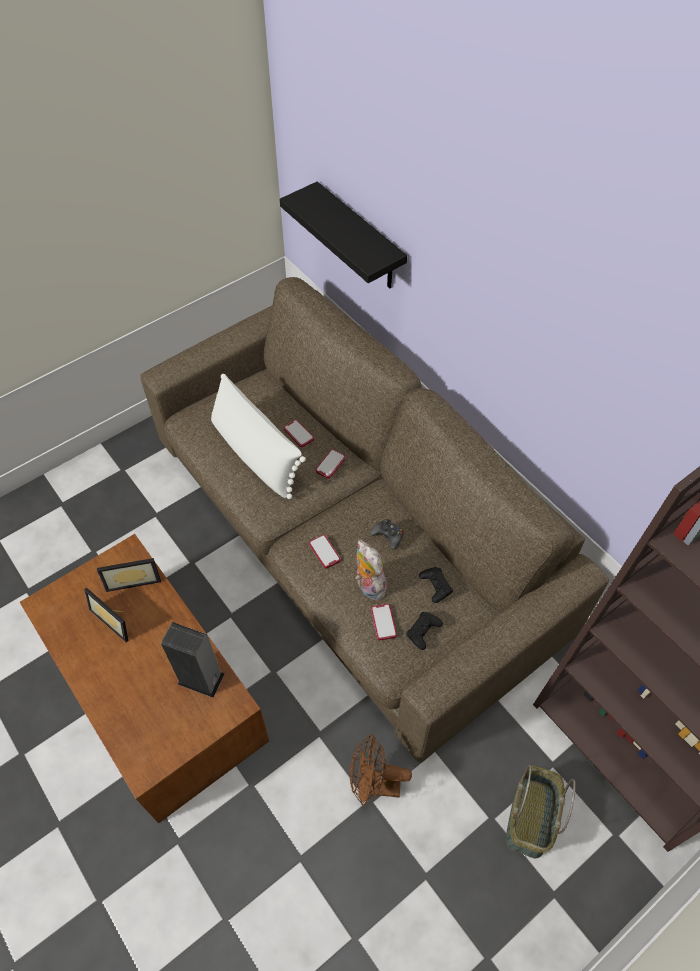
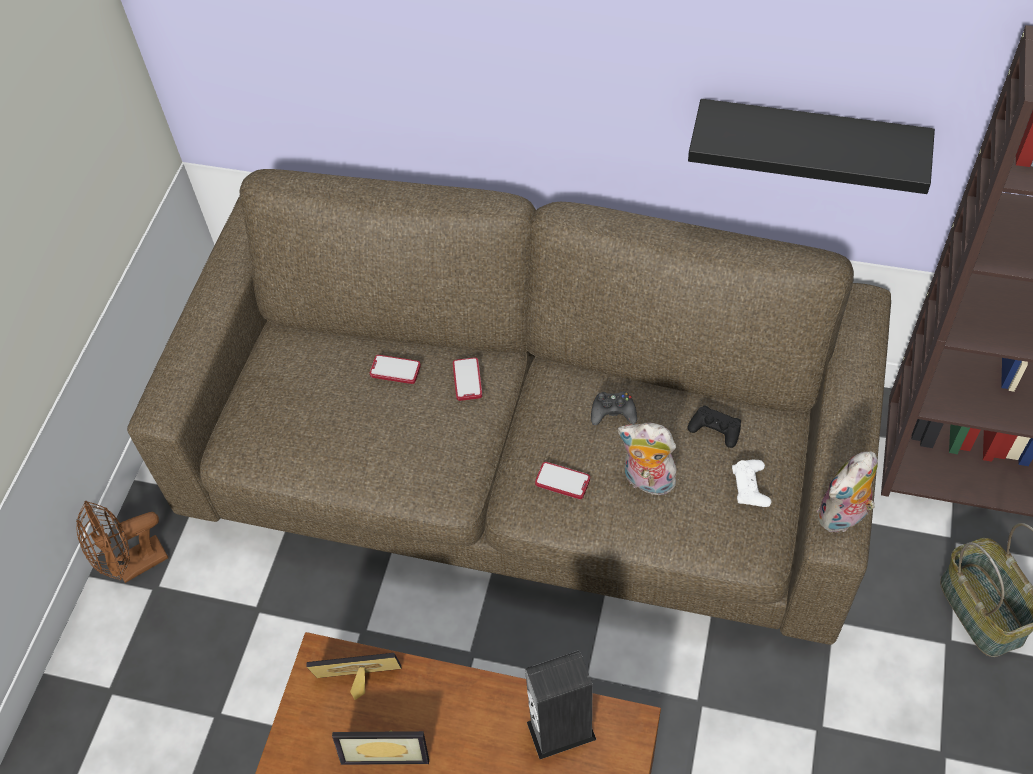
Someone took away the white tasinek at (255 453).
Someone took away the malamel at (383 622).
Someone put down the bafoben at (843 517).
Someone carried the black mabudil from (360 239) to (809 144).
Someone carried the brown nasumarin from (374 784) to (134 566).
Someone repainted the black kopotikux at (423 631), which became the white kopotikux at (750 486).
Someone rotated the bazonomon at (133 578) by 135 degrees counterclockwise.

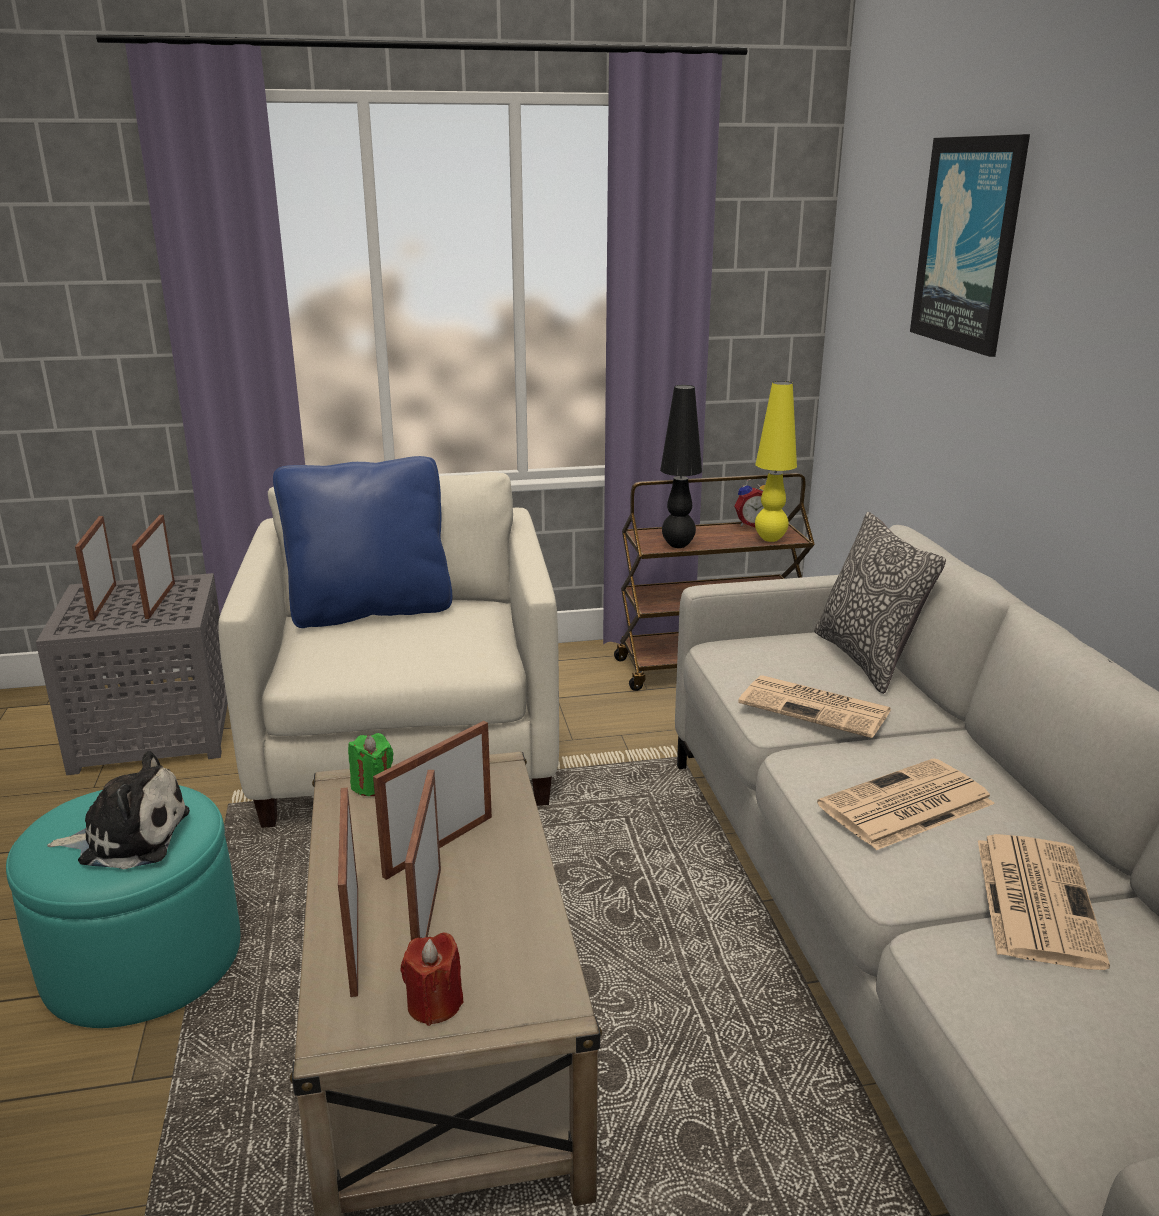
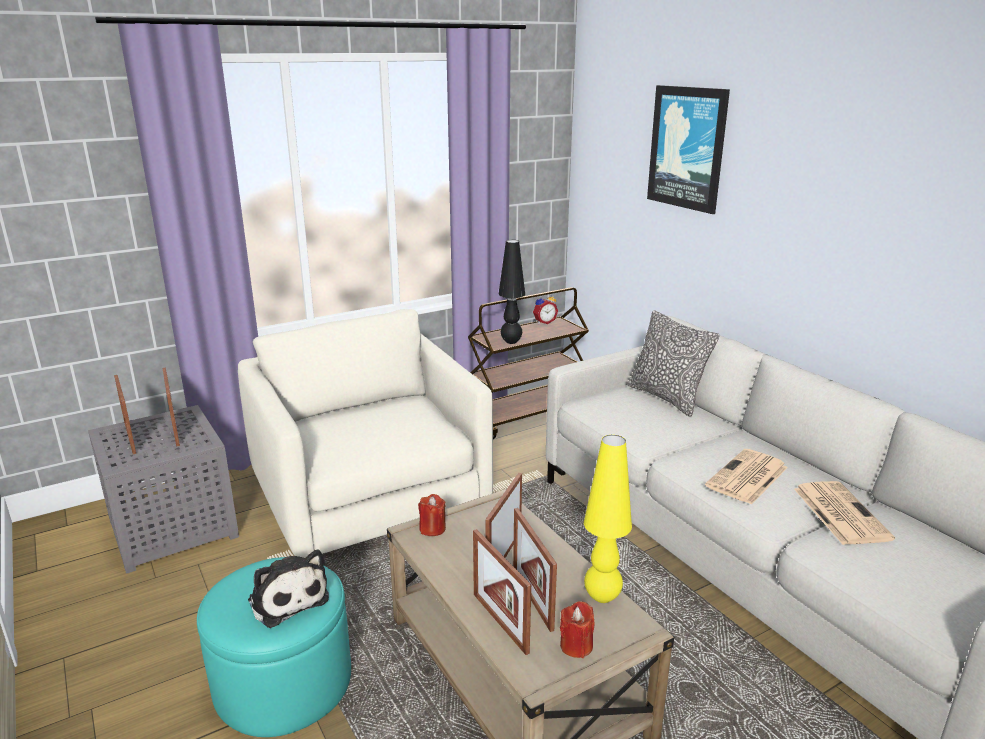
Someone took away the blue tasinek at (371 610).
Someone took away the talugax at (817 707).
Someone carried the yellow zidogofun from (770 539) to (602 597).
Someone repainted the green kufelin at (372 785), which became the red kufelin at (432 529).
Someone rotated the bafoben at (128 837) by 75 degrees clockwise.

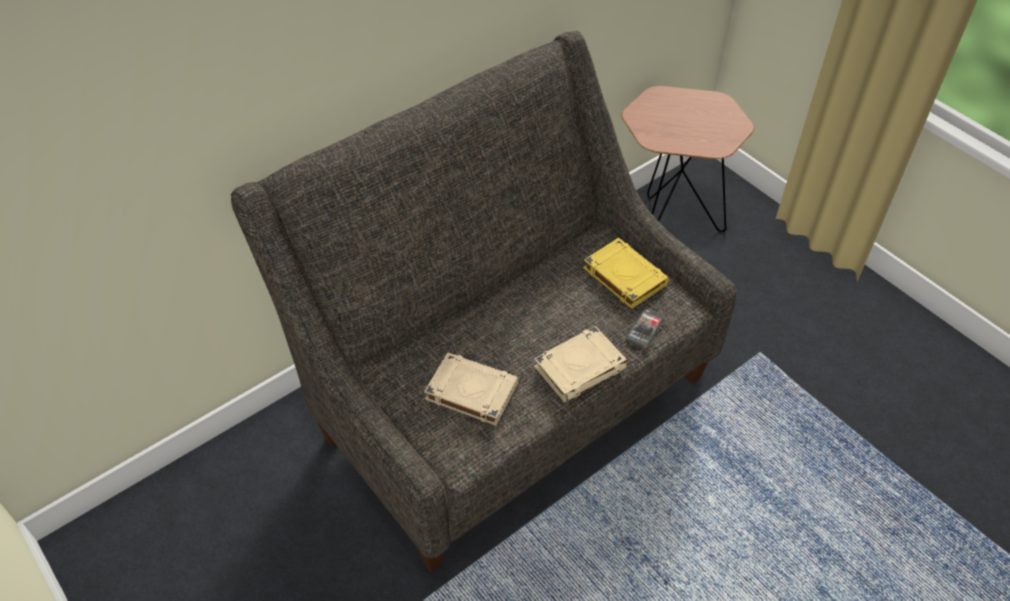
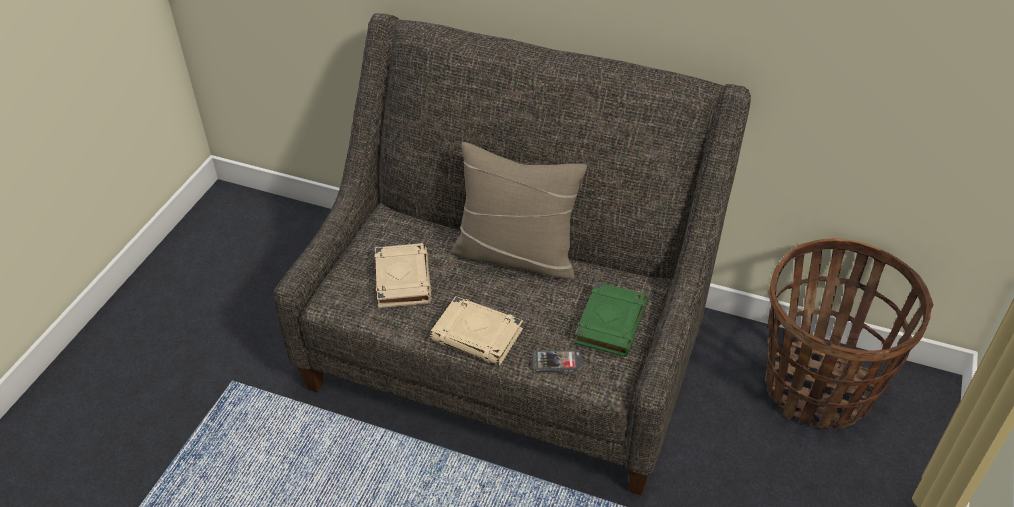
Someone put down the beige tasinek at (516 255).
Someone swapped the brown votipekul at (667 225) for the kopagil at (818 388).
Someone repainted the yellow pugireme at (624 276), which became the green pugireme at (610 322).

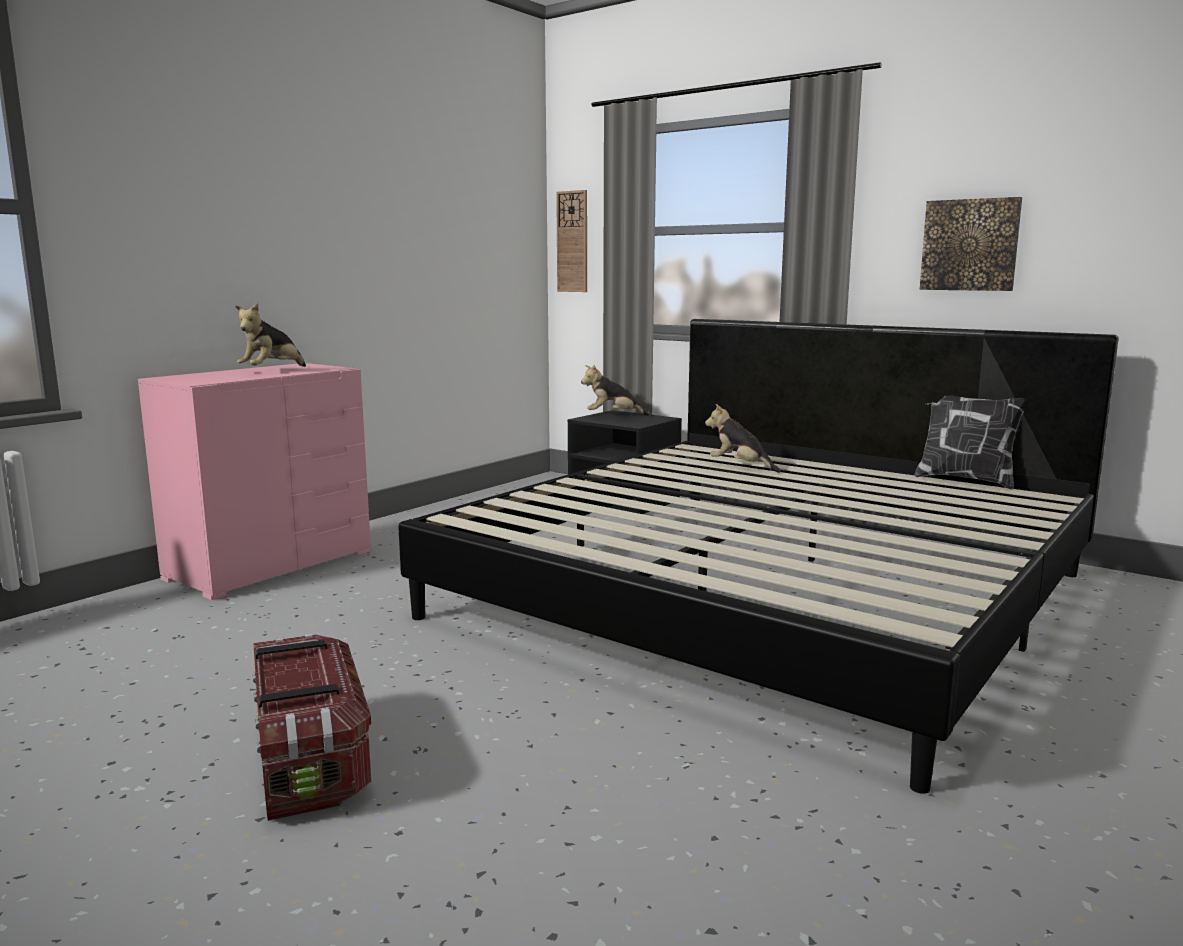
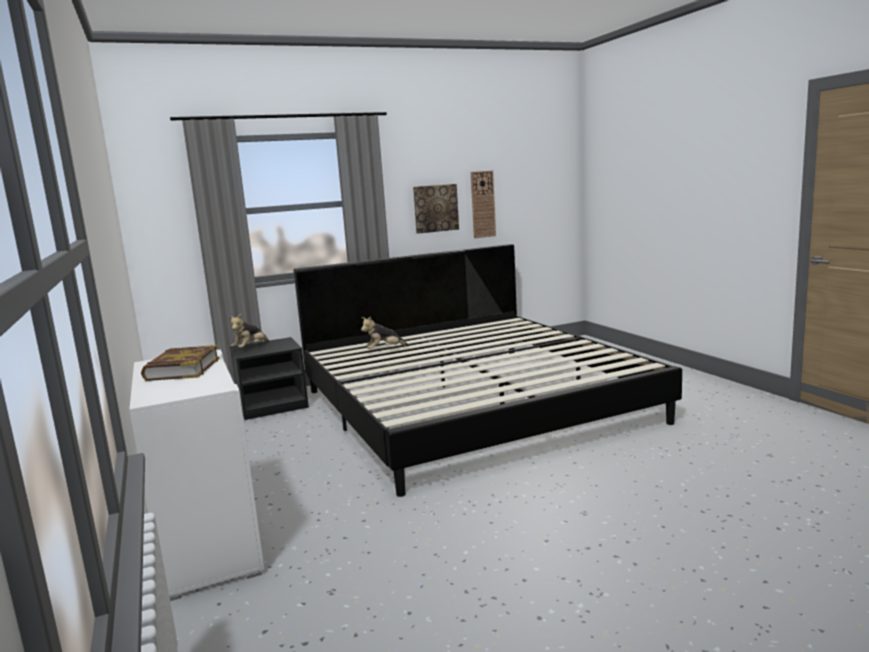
Someone took away the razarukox at (310 759).
Someone took away the tasinek at (964 480).
Someone carried the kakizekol from (572 242) to (483 204).
Someone swapped the bafoben at (272 371) for the pugireme at (182 369).
Someone repainted the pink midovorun at (269 564), which became the white midovorun at (206 543).

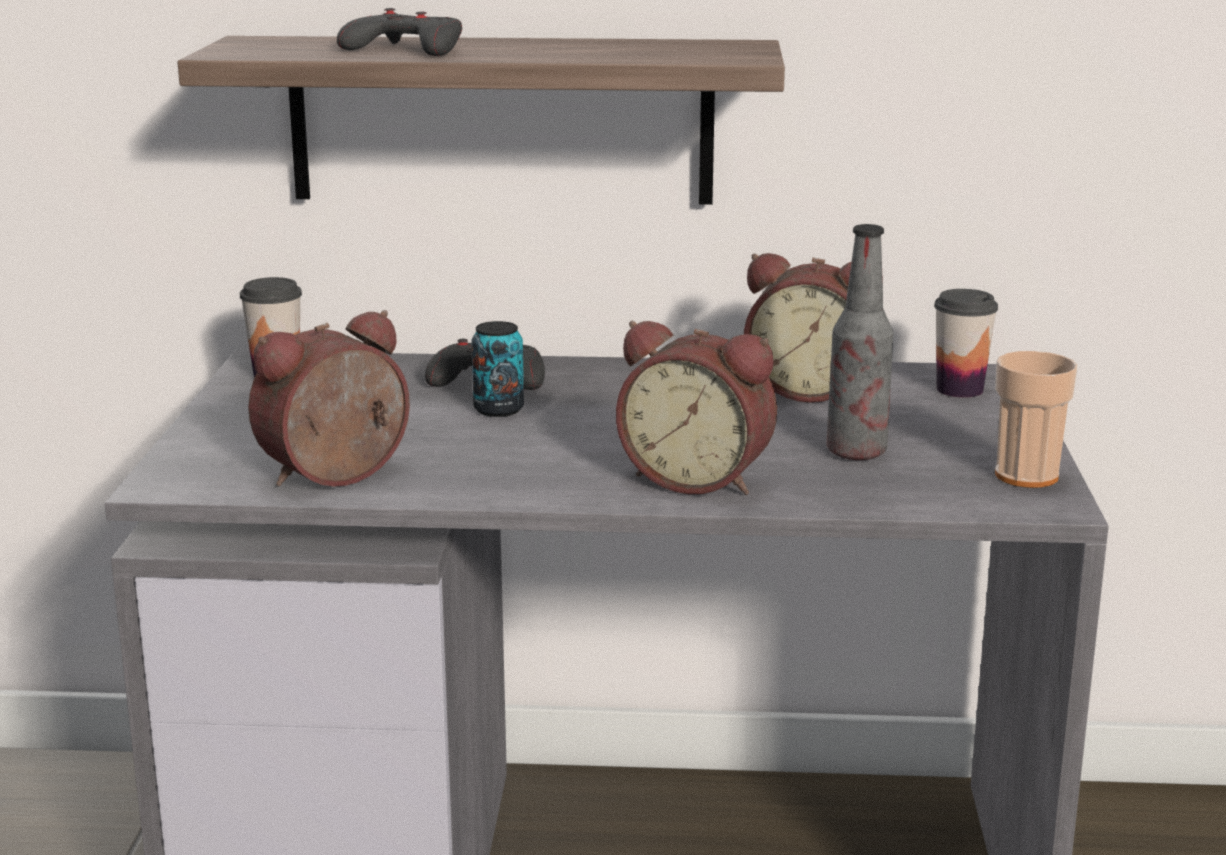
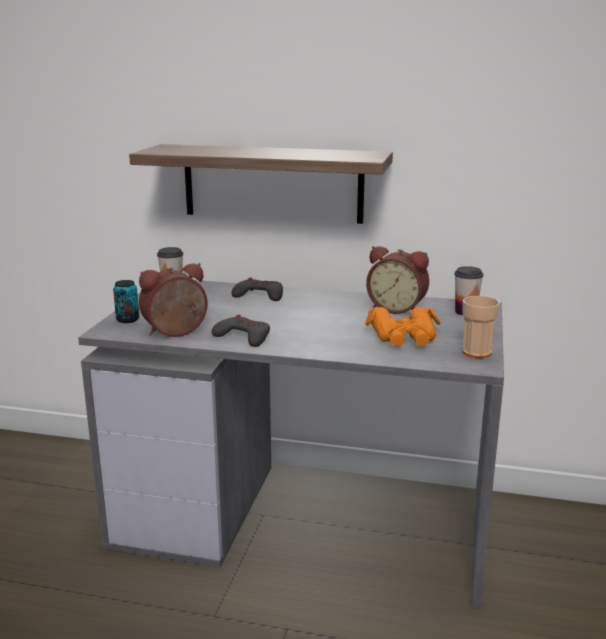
Someone took away the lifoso at (698 479).
Someone carried the grey kopotikux from (406 49) to (243 337).
Someone carried the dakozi from (498 409) to (127 319).
Someone swapped the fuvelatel at (856 452) for the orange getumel at (404 337).

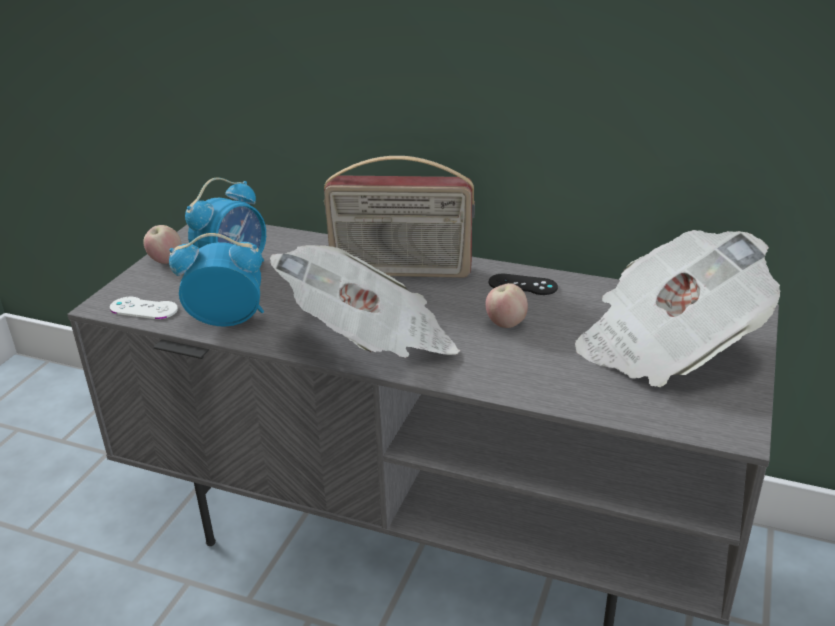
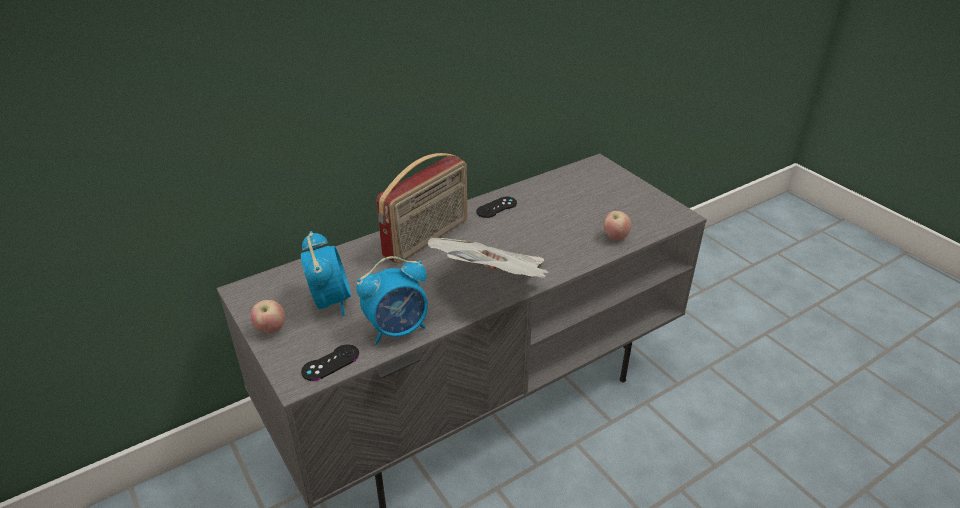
Someone took away the talugax at (666 346).
Someone carried the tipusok from (506 324) to (615 237).
Someone repainted the white kopotikux at (144 308), which became the black kopotikux at (330 363).
Someone rotated the lifoso at (227 320) by 150 degrees counterclockwise.

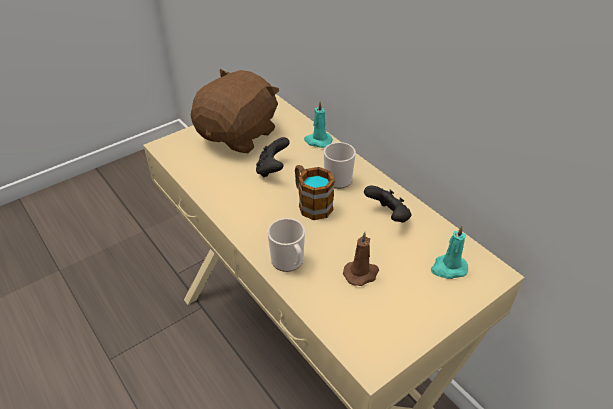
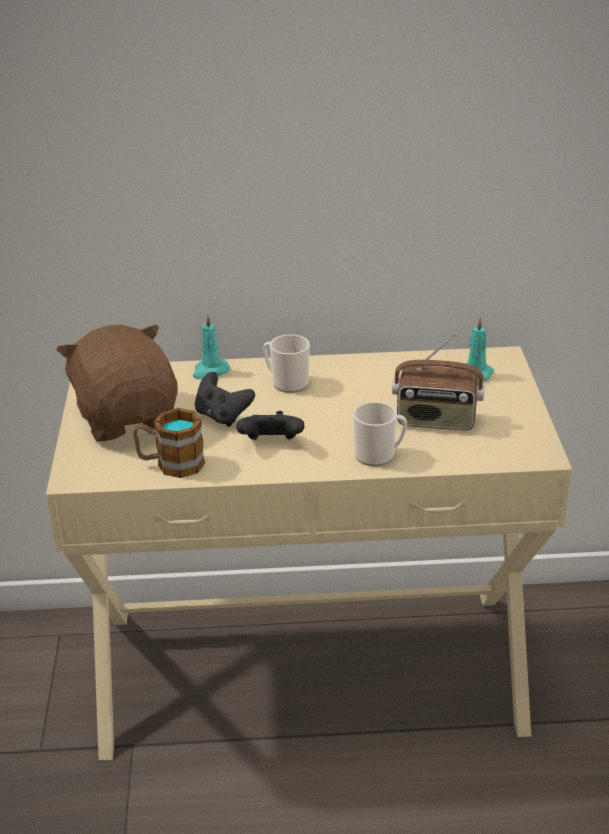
Someone carried the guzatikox from (311 203) to (171 464).
Someone carried the black kopotikux from (388 216) to (271 444).
Someone swapped the brown kufelin at (361 273) for the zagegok at (436 421).

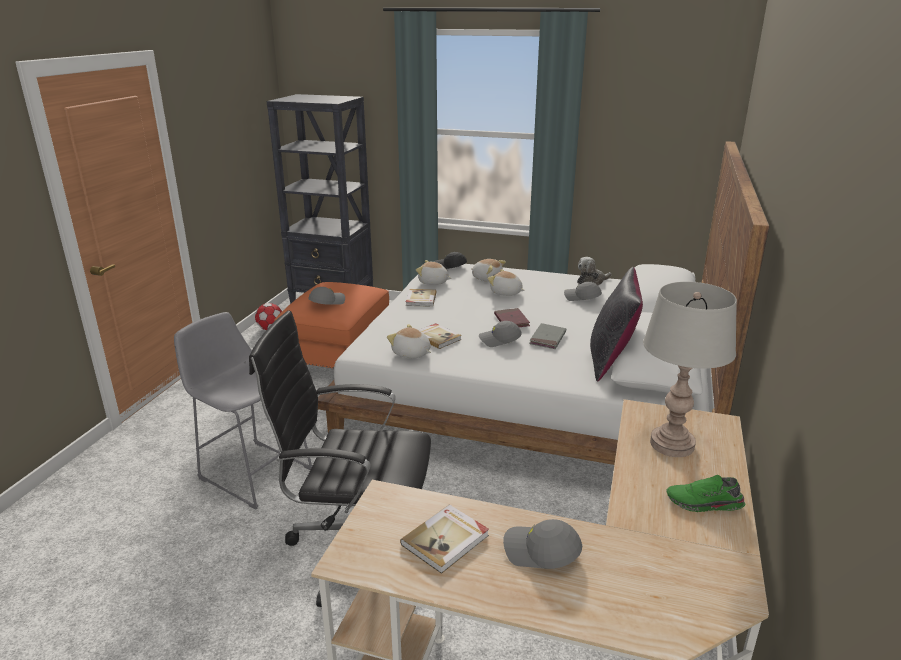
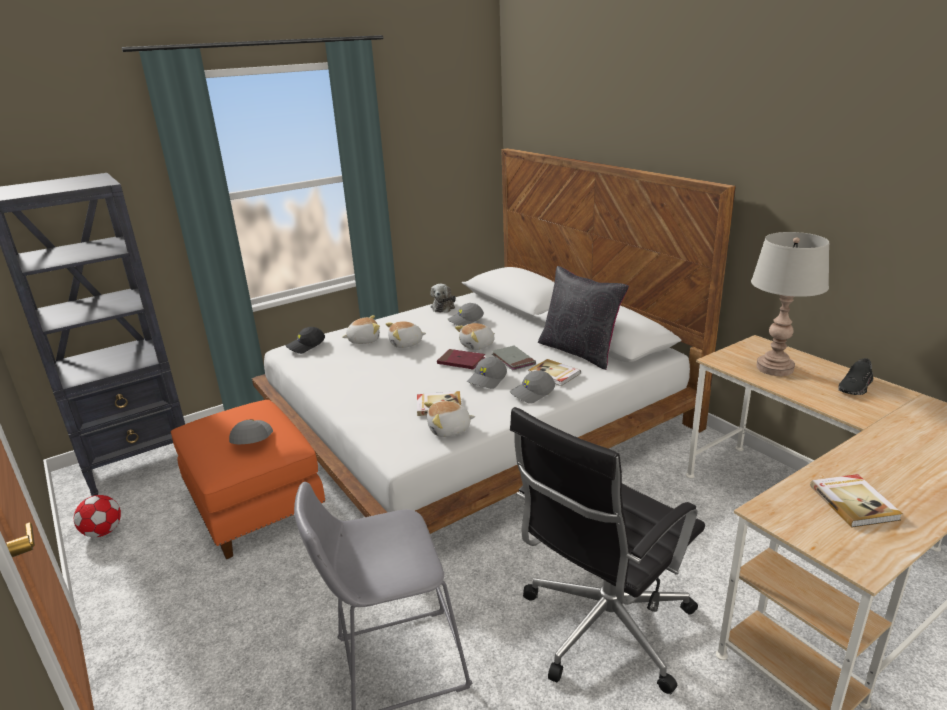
Someone carried the pugireme from (420 299) to (554 374).
Someone carried the bafoben from (433 282) to (477 346).
Someone carried the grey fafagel from (540 552) to (532 393).
Someone repainted the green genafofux at (704 504), which became the black genafofux at (856 387).

